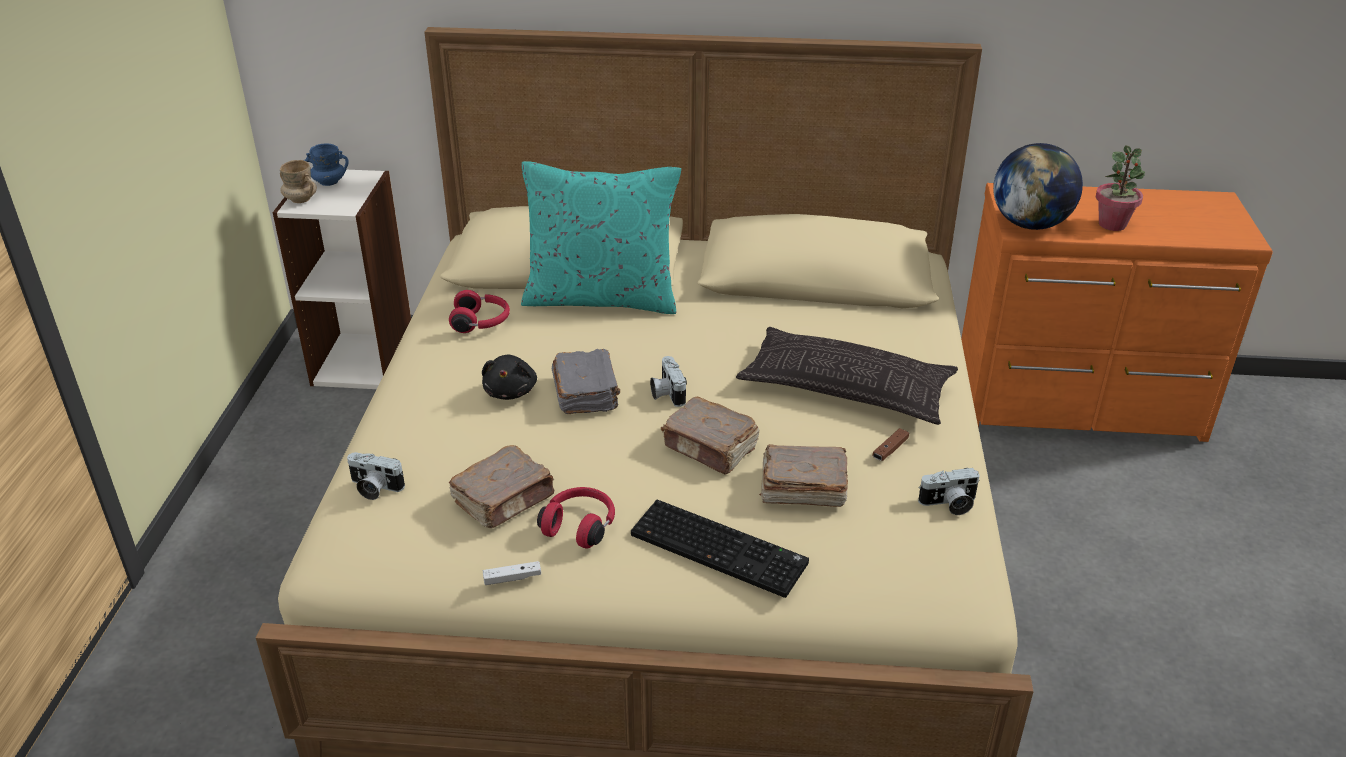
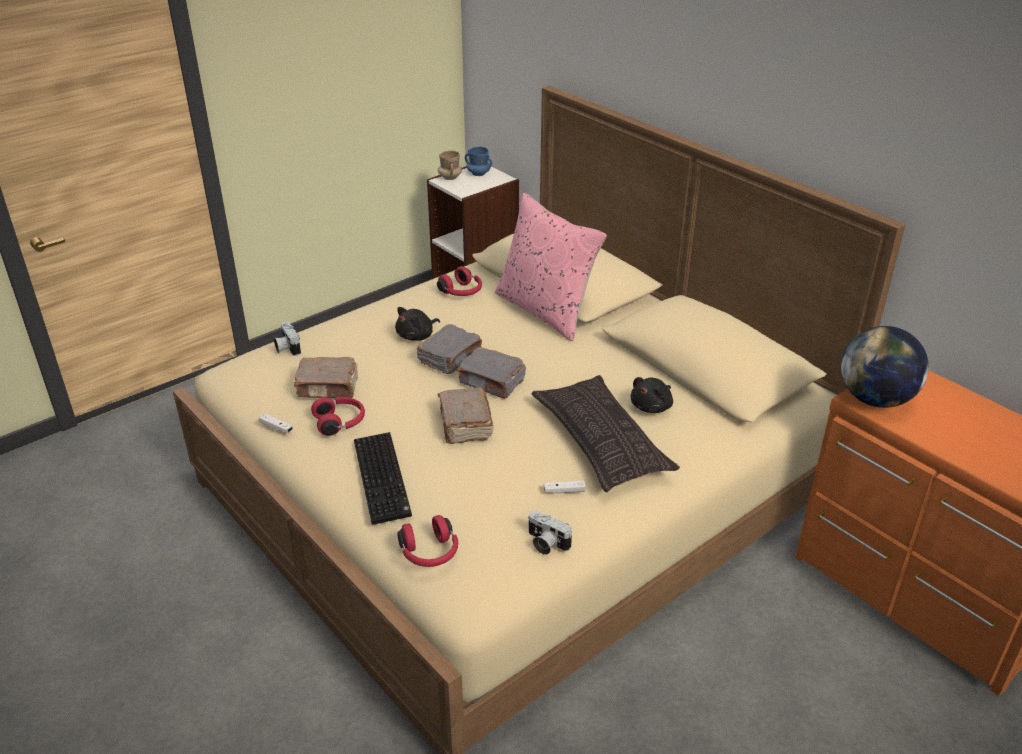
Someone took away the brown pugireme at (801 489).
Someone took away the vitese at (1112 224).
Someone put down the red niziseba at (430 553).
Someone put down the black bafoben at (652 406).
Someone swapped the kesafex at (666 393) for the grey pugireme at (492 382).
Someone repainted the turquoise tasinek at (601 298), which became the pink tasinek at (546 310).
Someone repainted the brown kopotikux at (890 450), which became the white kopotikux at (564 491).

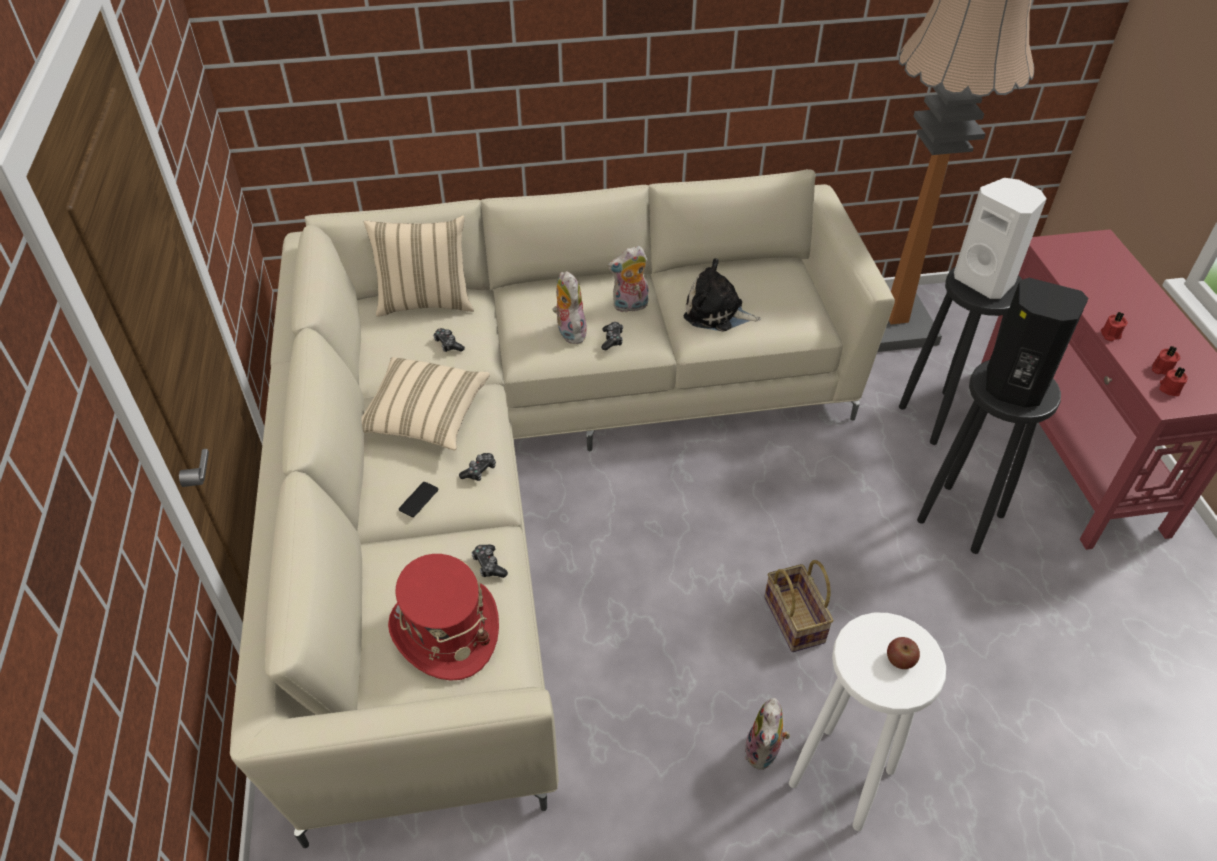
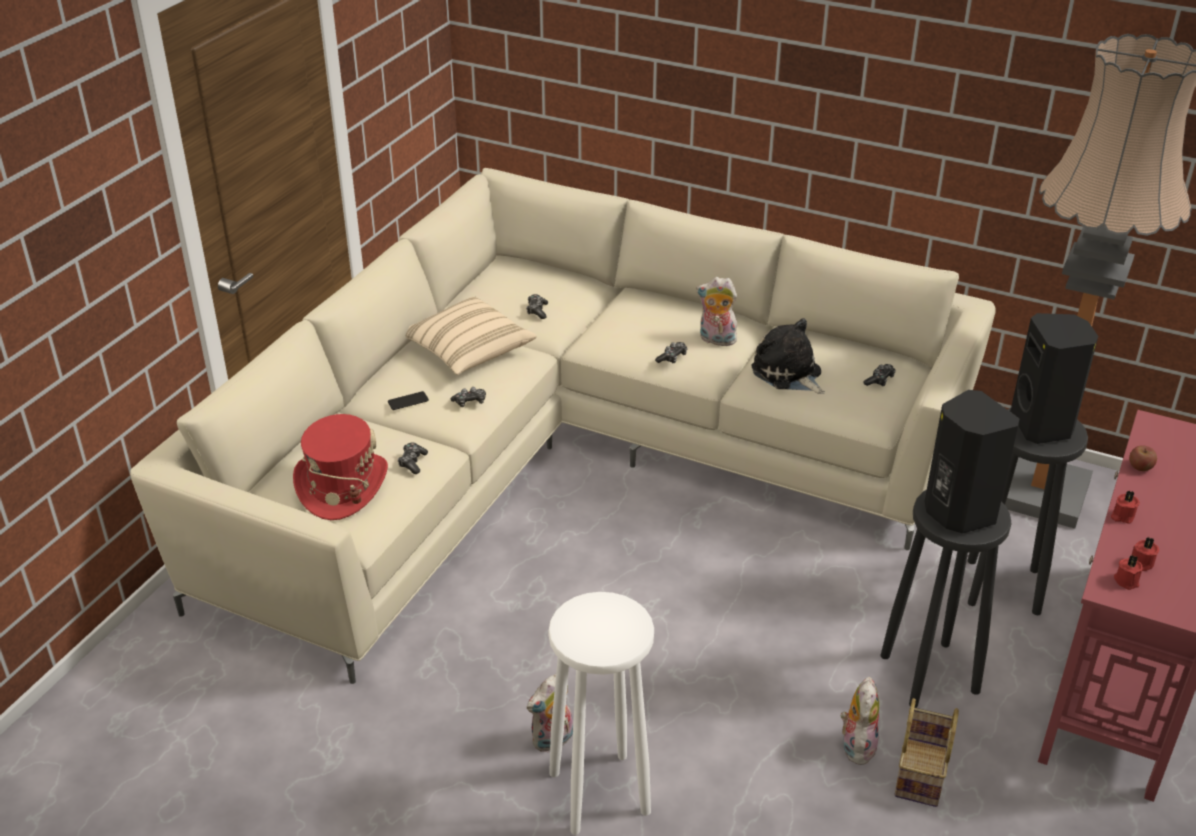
Someone took away the beige tasinek at (425 302).
Someone put down the kopotikux at (879 380).
Someone carried the bafoben from (569 332) to (856 745).
Someone carried the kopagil from (796 621) to (922 774).
Someone carried the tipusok from (900 660) to (1140 467).
Someone repainted the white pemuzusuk at (985 281), which became the black pemuzusuk at (1043 426).

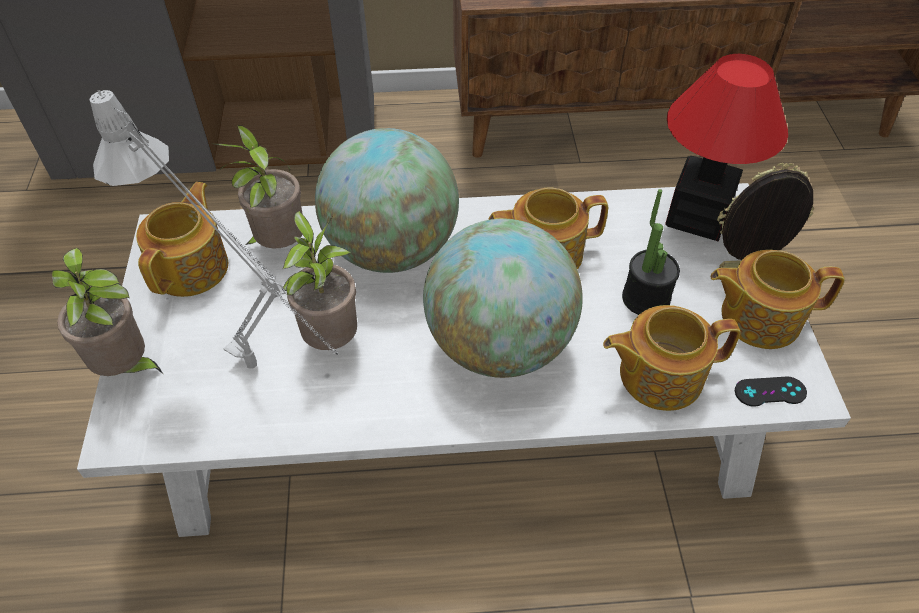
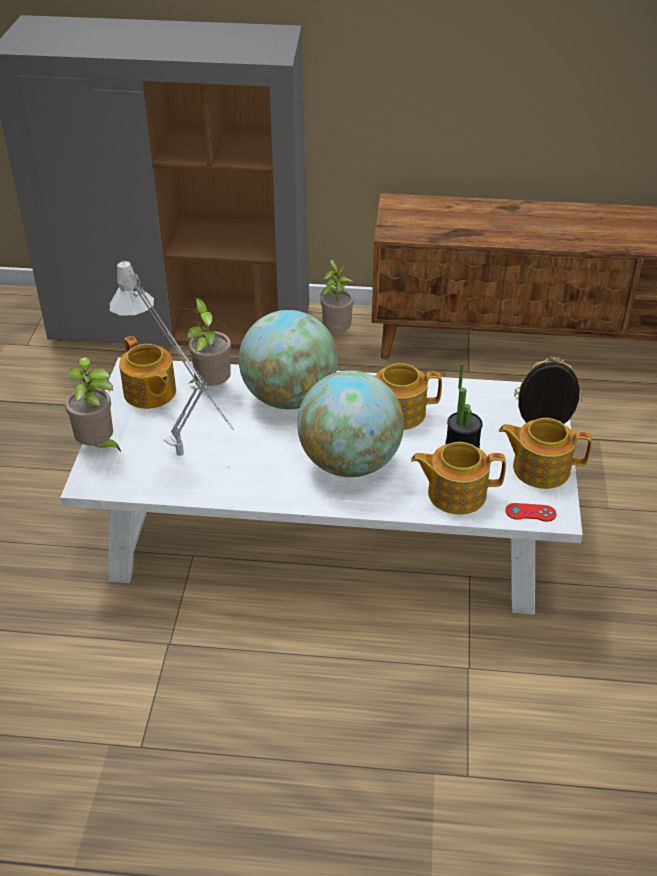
Someone took away the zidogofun at (696 217).
Someone carried the vitese from (331 339) to (336 333).
Someone repainted the black kopotikux at (770 392), which became the red kopotikux at (530 512).
Someone rotated the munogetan at (193 267) by 120 degrees clockwise.

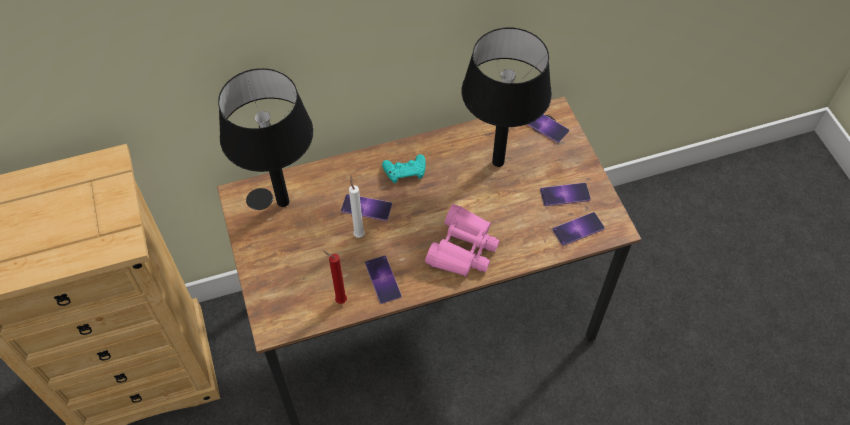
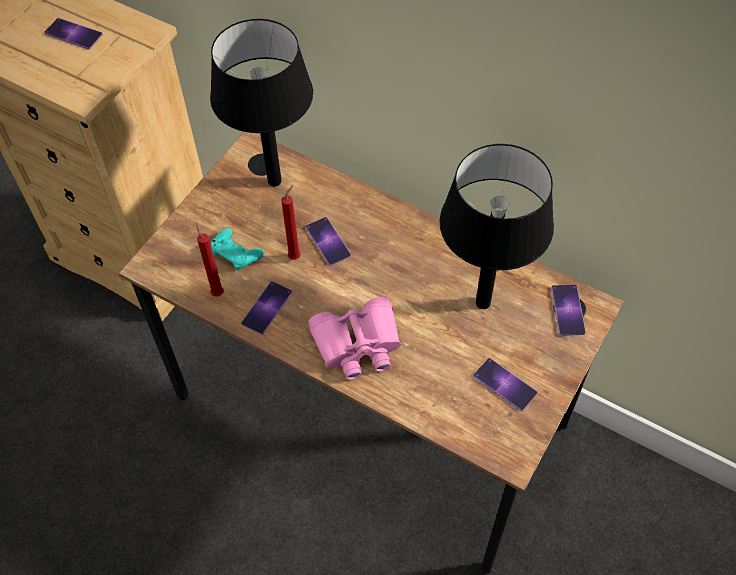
Someone carried the turquoise kopotikux from (405 171) to (236 253).
Someone carried the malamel from (578 229) to (73 34).
Someone repainted the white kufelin at (359 233), which became the red kufelin at (296 256).

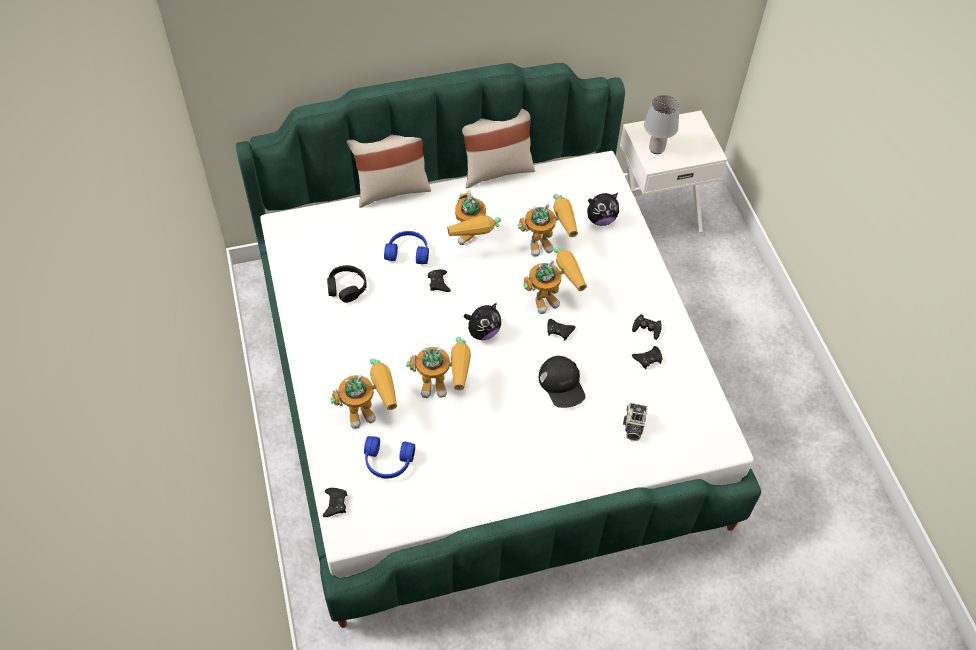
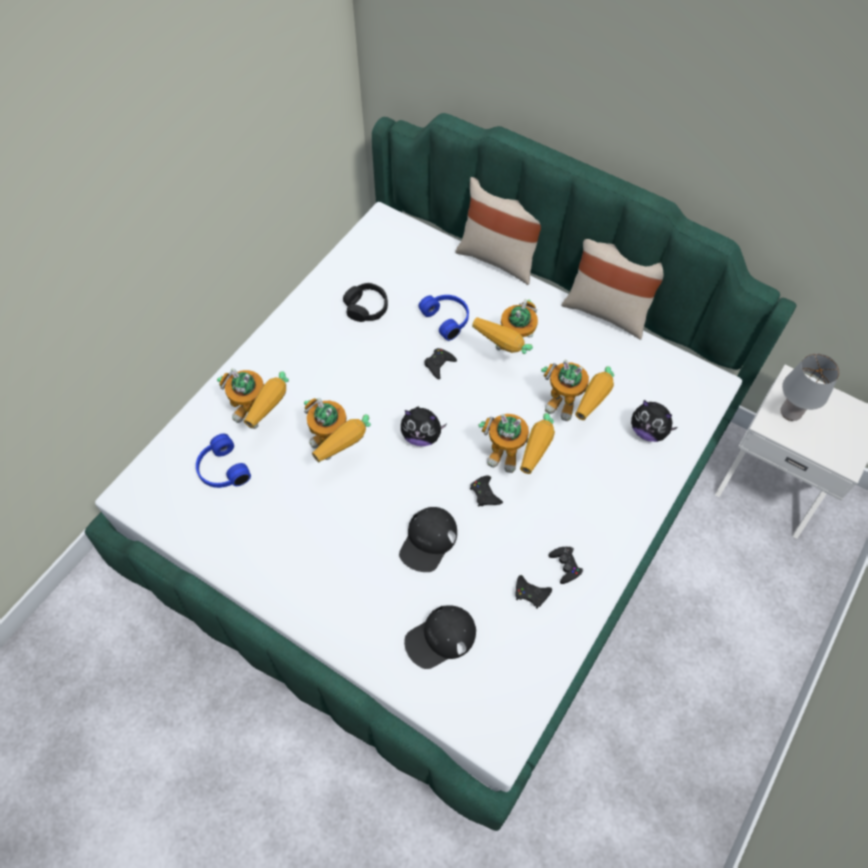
Someone took away the black kopotikux at (335 504).
Someone swapped the kesafex at (633 426) for the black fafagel at (440 638).

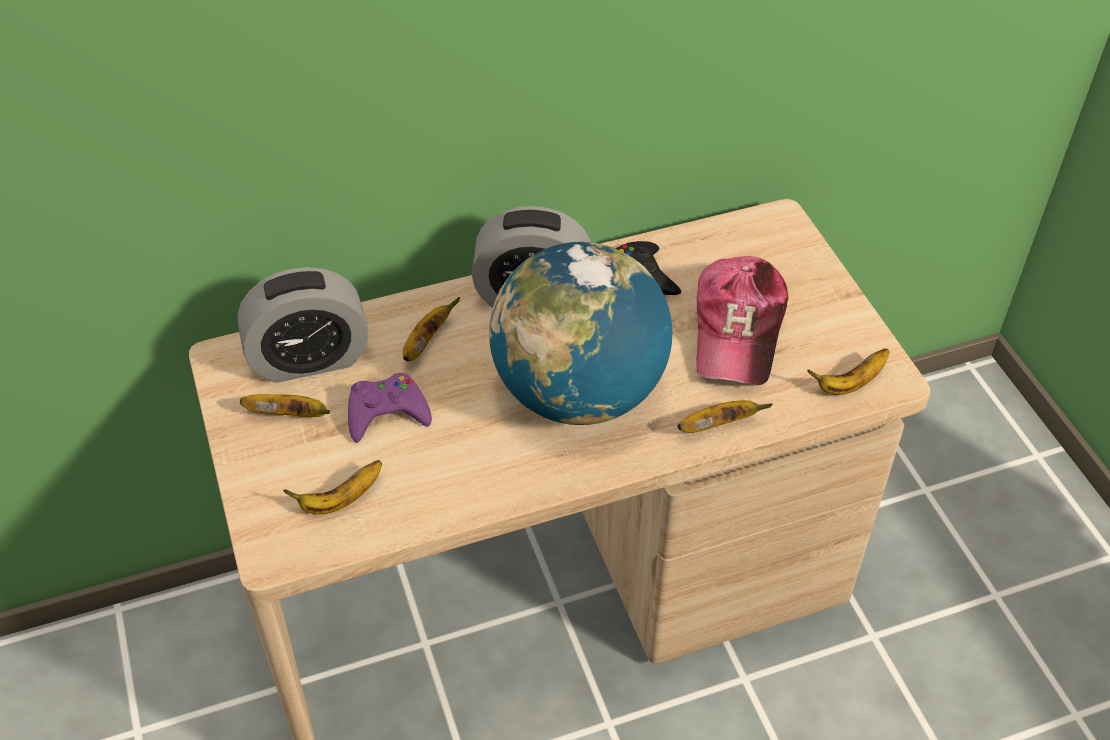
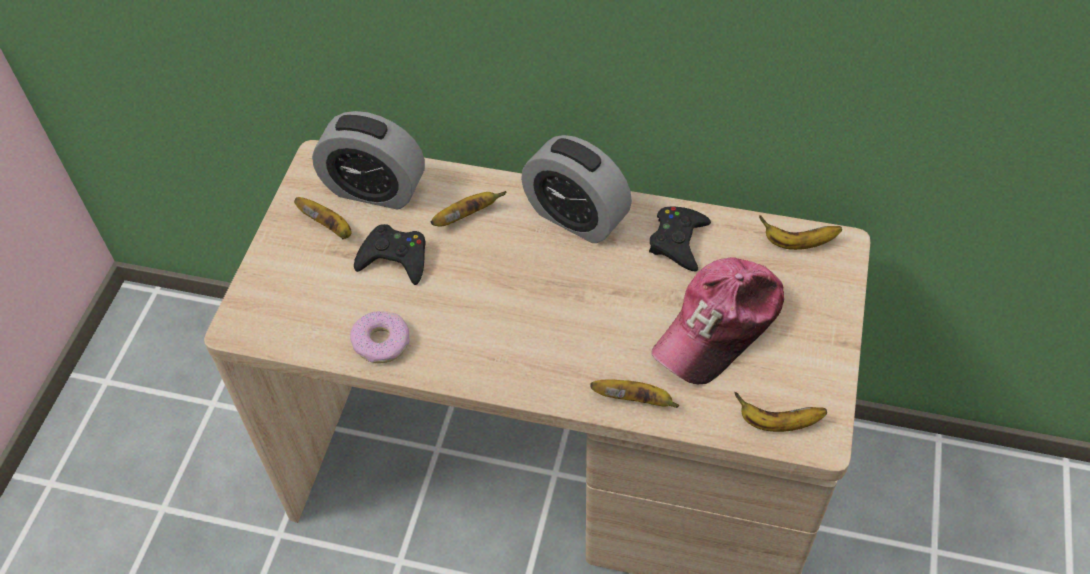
Someone took away the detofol at (579 393).
Someone put down the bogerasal at (381 342).
Someone carried the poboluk from (341 500) to (798 243).
Someone repainted the purple kopotikux at (387 412), which became the black kopotikux at (395 259).

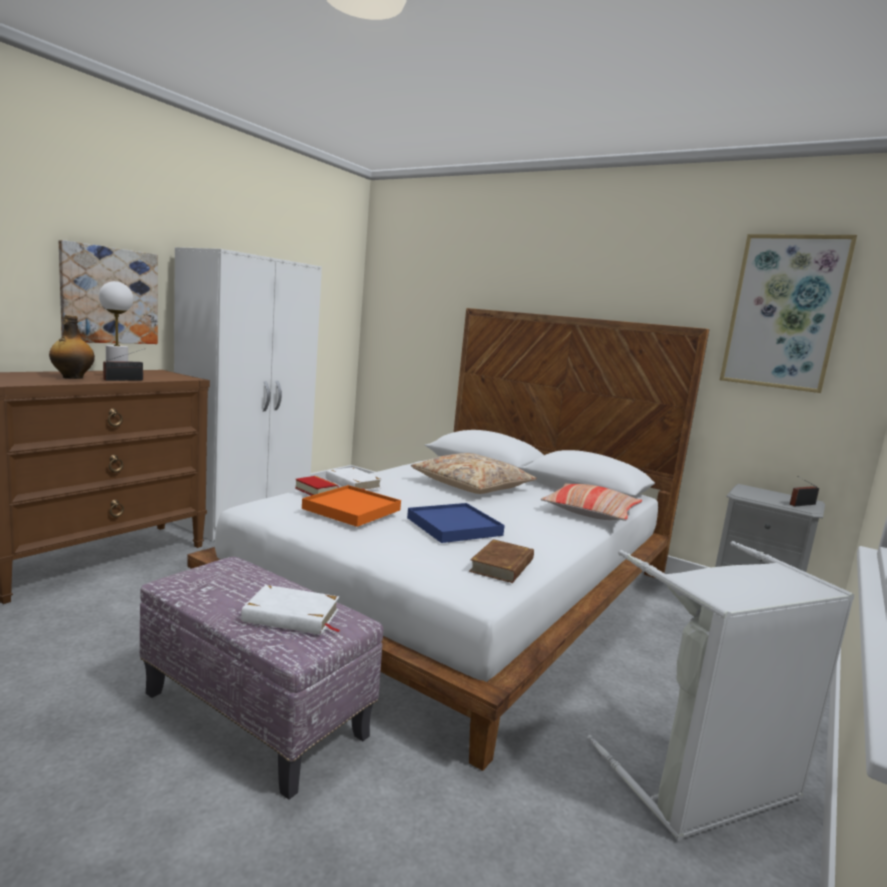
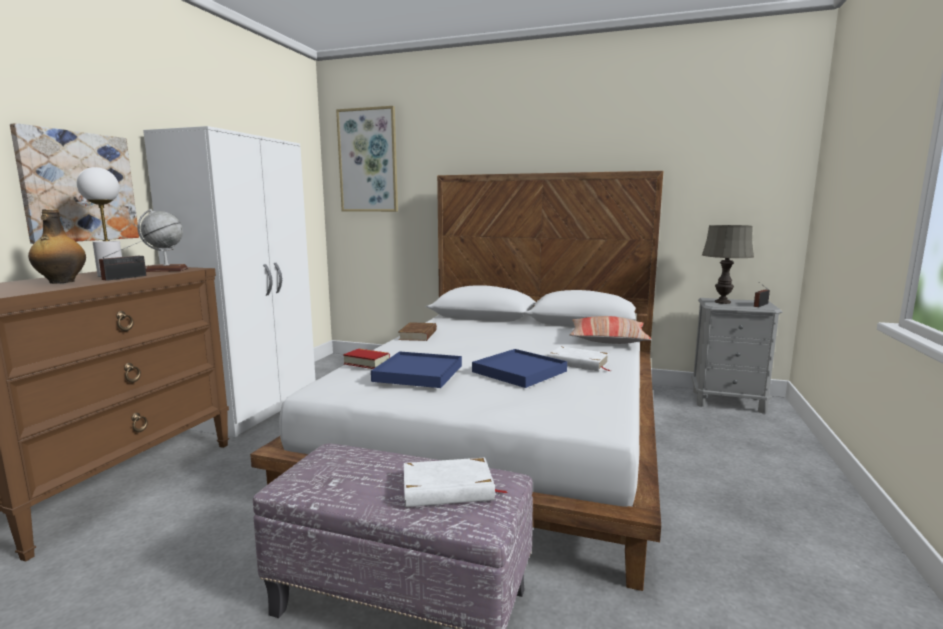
Someone took away the beige tasinek at (472 486).
Someone took away the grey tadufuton at (705 785).
Someone put down the detofol at (166 270).
Someone put down the grey zidogofun at (723 302).
Someone carried the white pugireme from (353 483) to (578 363).
Someone carried the brown pugireme from (502 566) to (418 335).
Someone carried the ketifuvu from (784 312) to (368 160).
Someone repainted the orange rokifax at (352 509), which became the blue rokifax at (418 373).

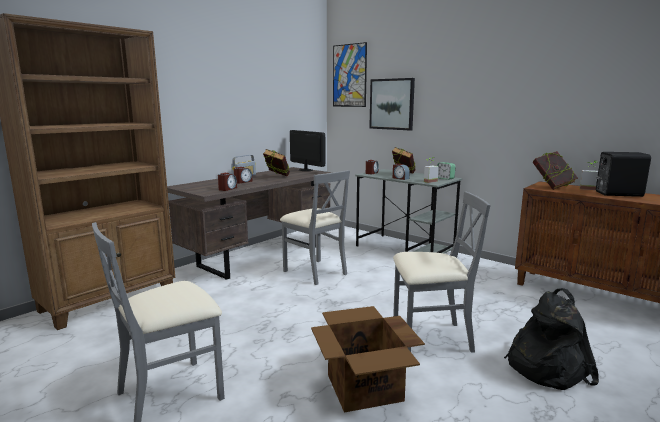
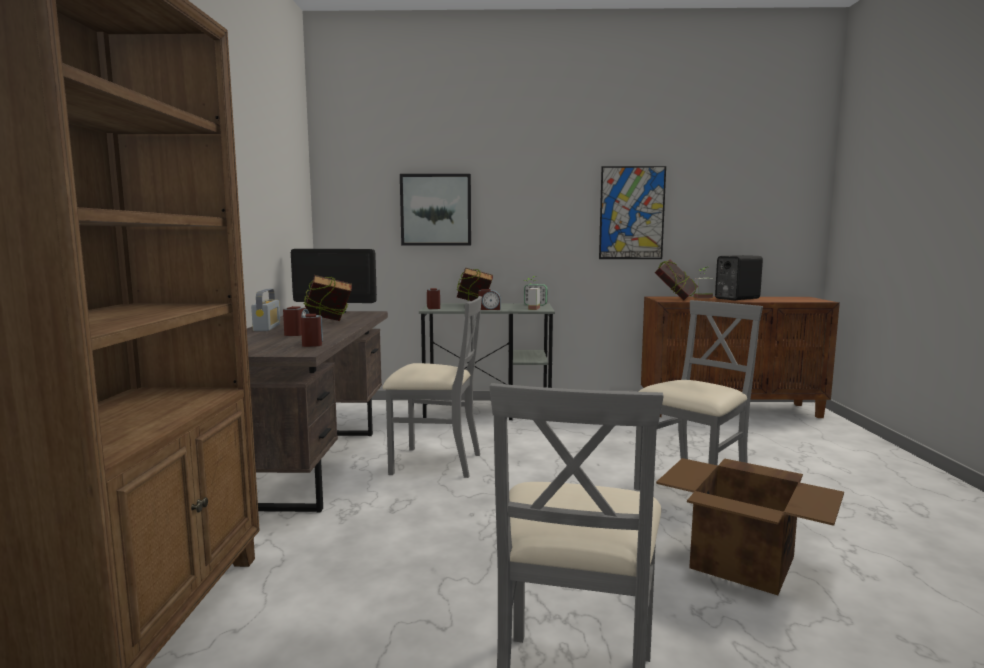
Someone took away the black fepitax at (545 366).
Someone carried the ketifuvu from (349 75) to (631 213).

